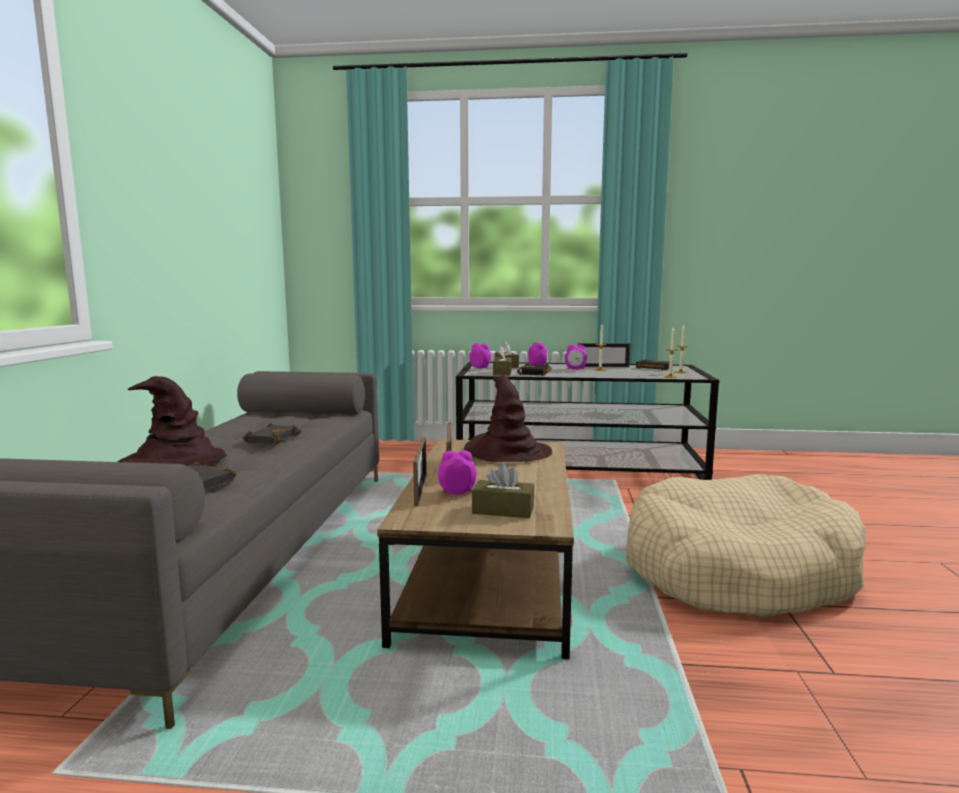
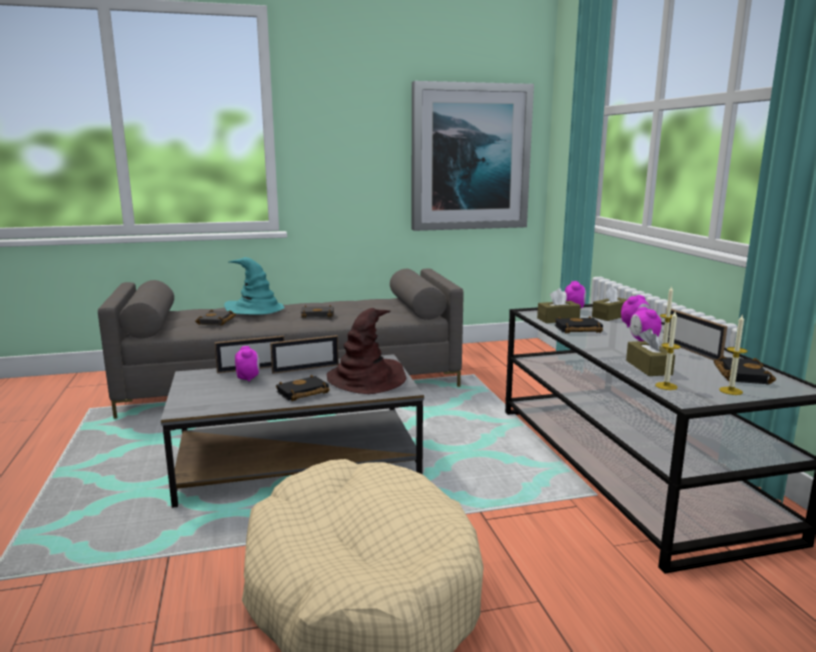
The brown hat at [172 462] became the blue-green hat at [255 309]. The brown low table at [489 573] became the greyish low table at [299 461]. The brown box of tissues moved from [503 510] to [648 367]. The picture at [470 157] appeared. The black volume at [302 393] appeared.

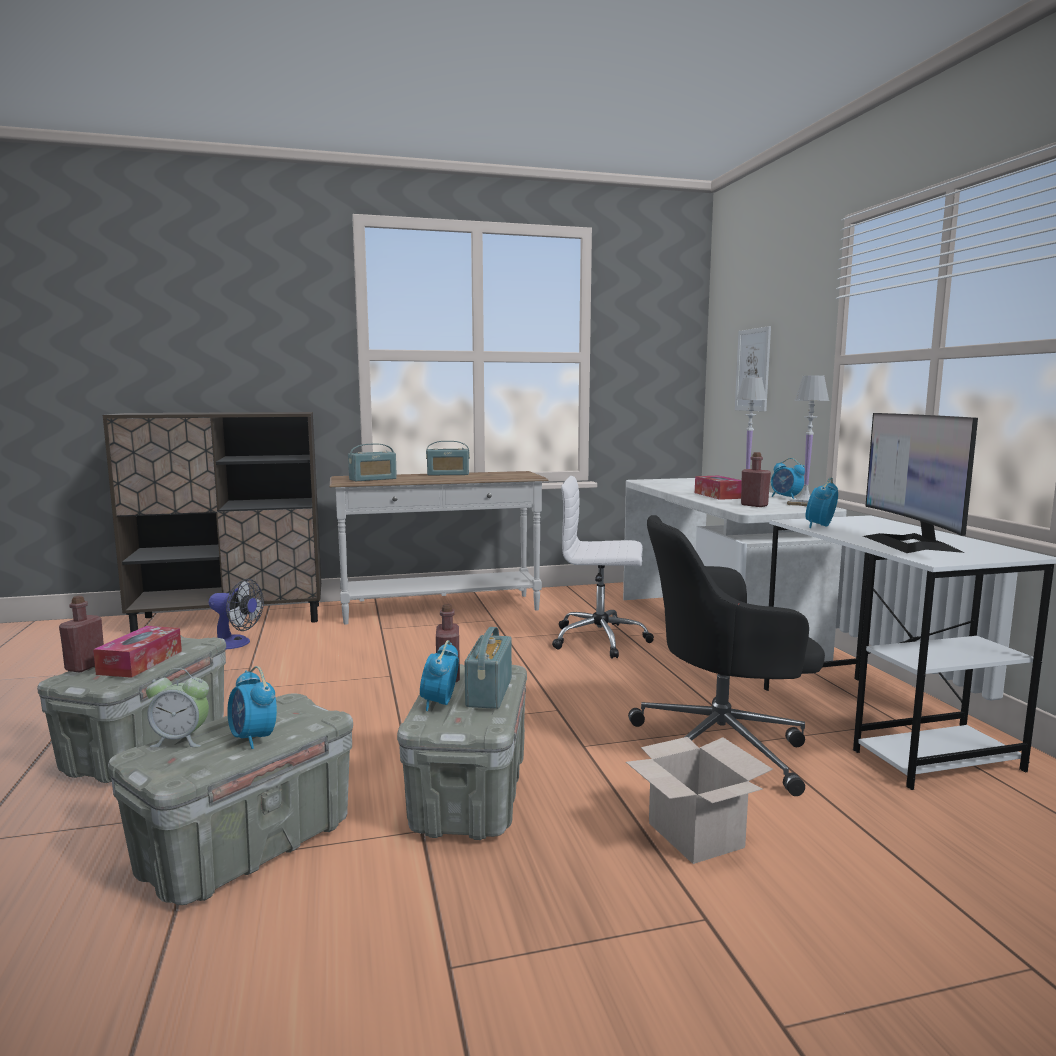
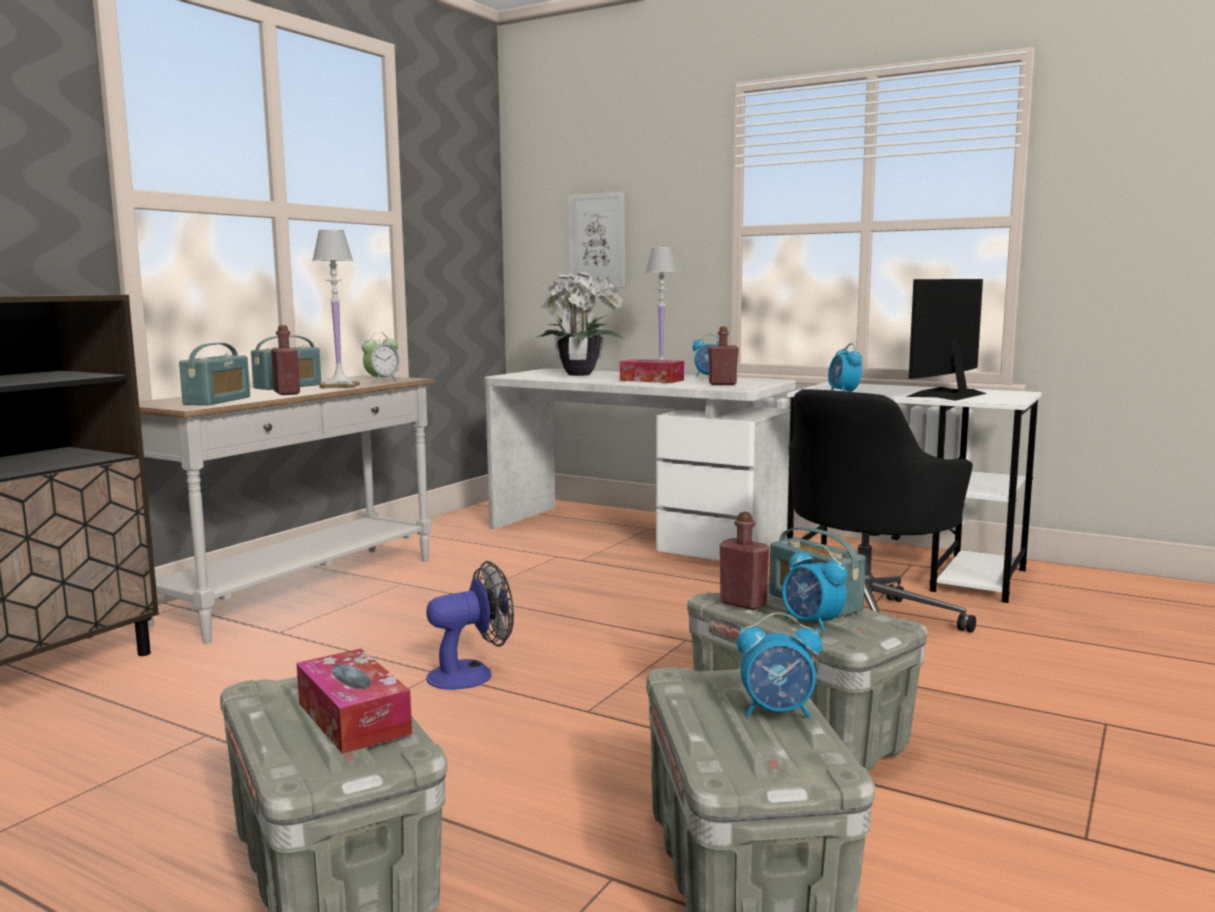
The whitish table lamp moved from [805 504] to [340 386]. The monitor at [911 544] turned 90 degrees clockwise. The whitish desk chair at [601 640] disappeared. The electric fan moved from [236 644] to [471 674]. The reddish bottle moved from [85 666] to [287 393]. The table clock moved from [181 740] to [382 381]. The carton at [693 834] disappeared. The plant in a pot at [577 374] appeared.

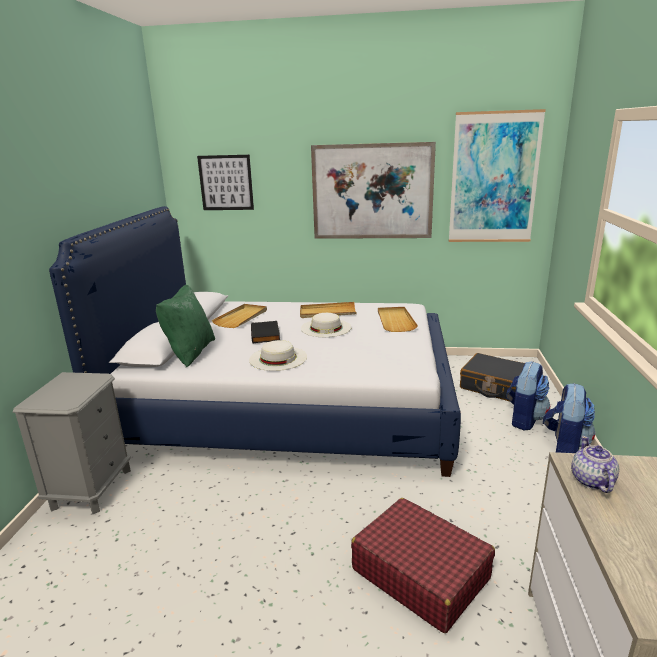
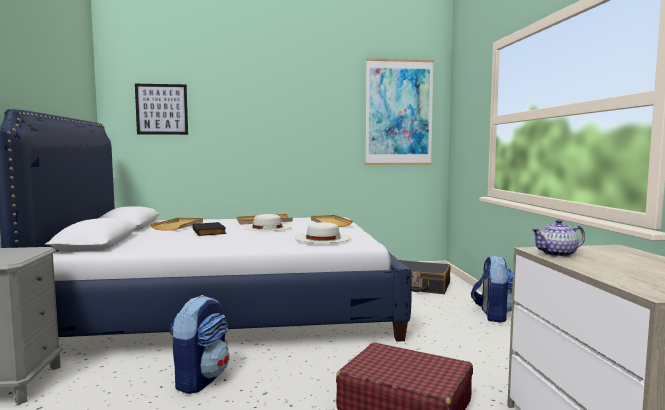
The picture at [372 192] disappeared. The green cushion at [190 352] disappeared. The whitish hat moved from [278 358] to [323 238]. The backpack moved from [524 419] to [200 379]. The teapot at [591 481] turned 90 degrees counterclockwise.

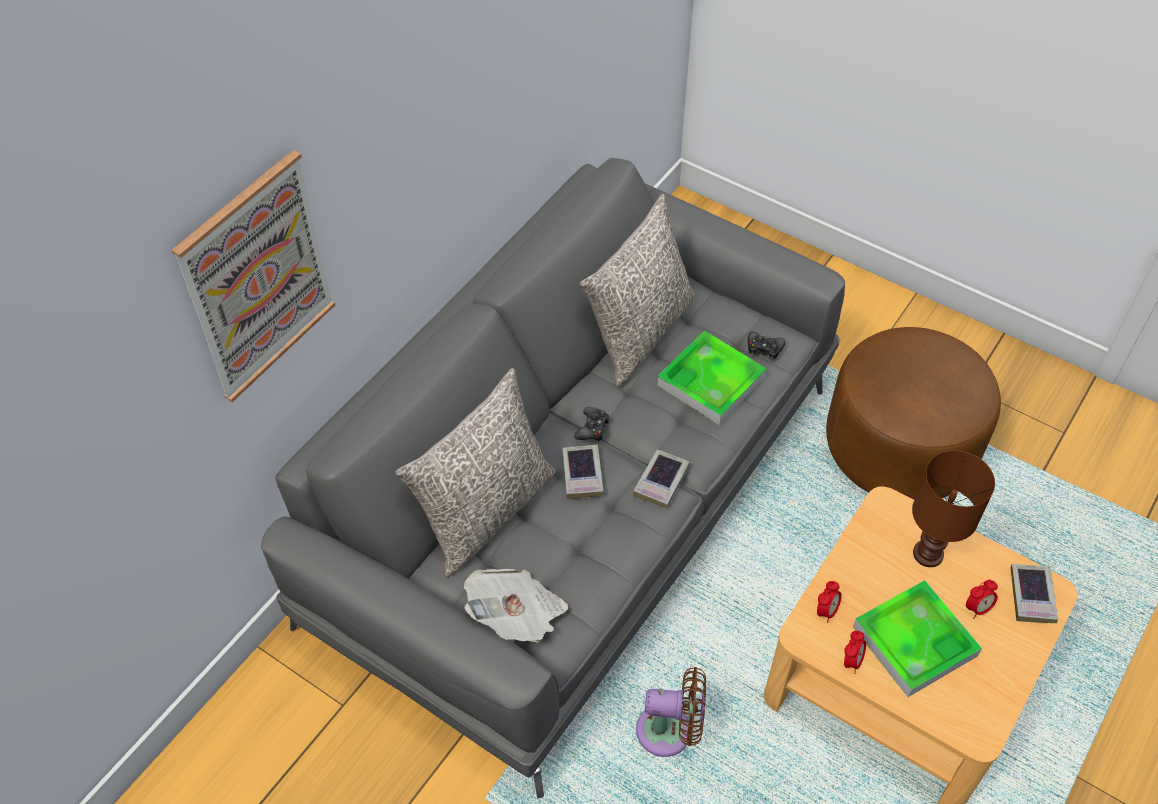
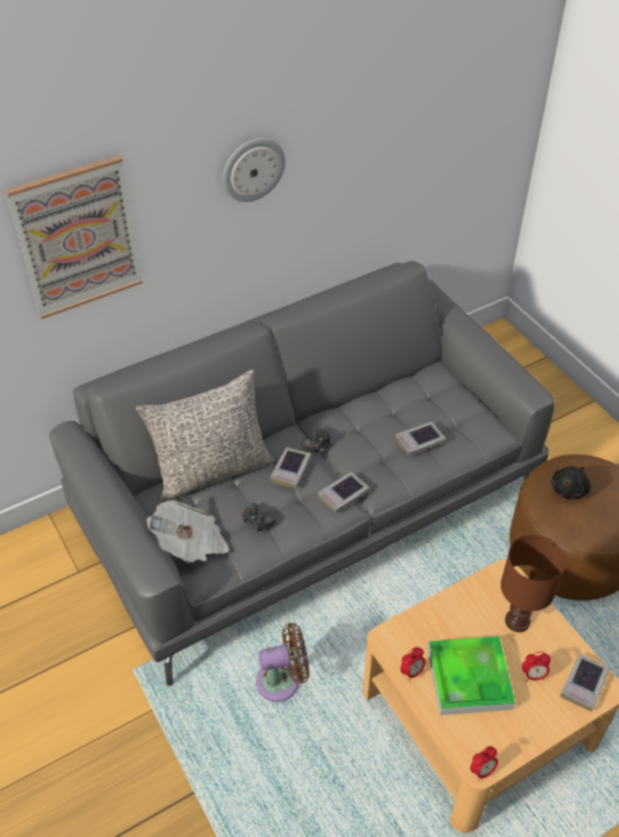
The greyish cushion at [639 332] disappeared. The serving tray at [711 381] was replaced by the volume at [420 441]. The black gamepad moved from [764 348] to [257 520]. The table clock moved from [826 611] to [482 770]. The brown electric fan at [670 731] turned 45 degrees counterclockwise. The hanging clock at [253 169] appeared. The black cuddly toy at [569 489] appeared.

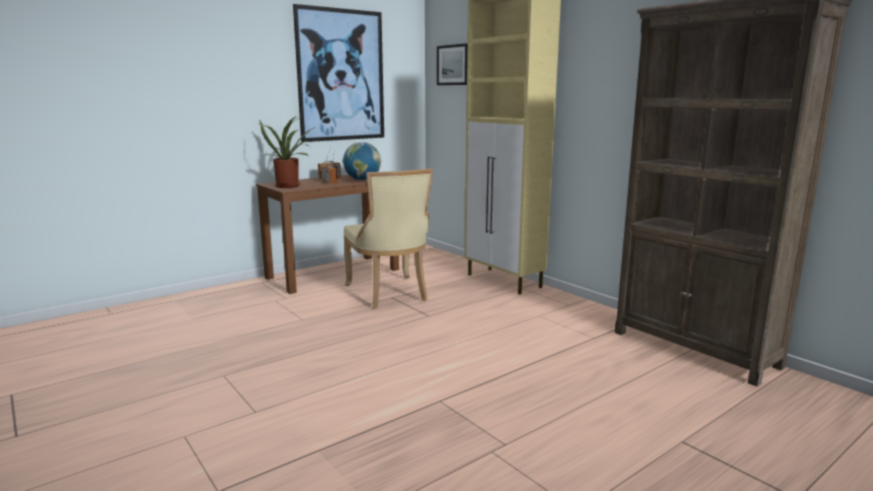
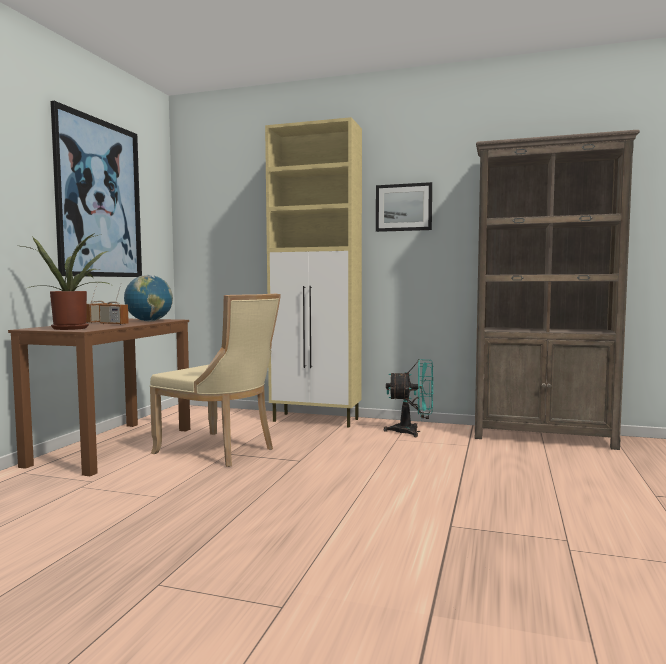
The picture moved from [453 65] to [403 207]. The blue-green electric fan at [412 432] appeared.

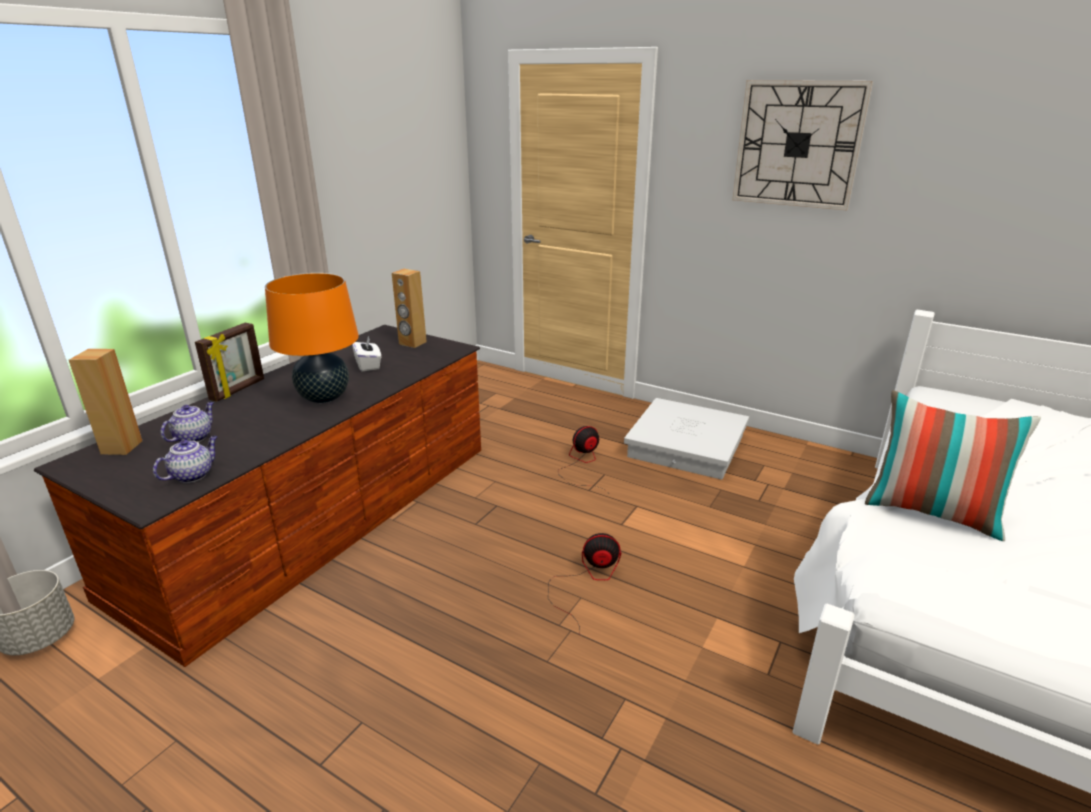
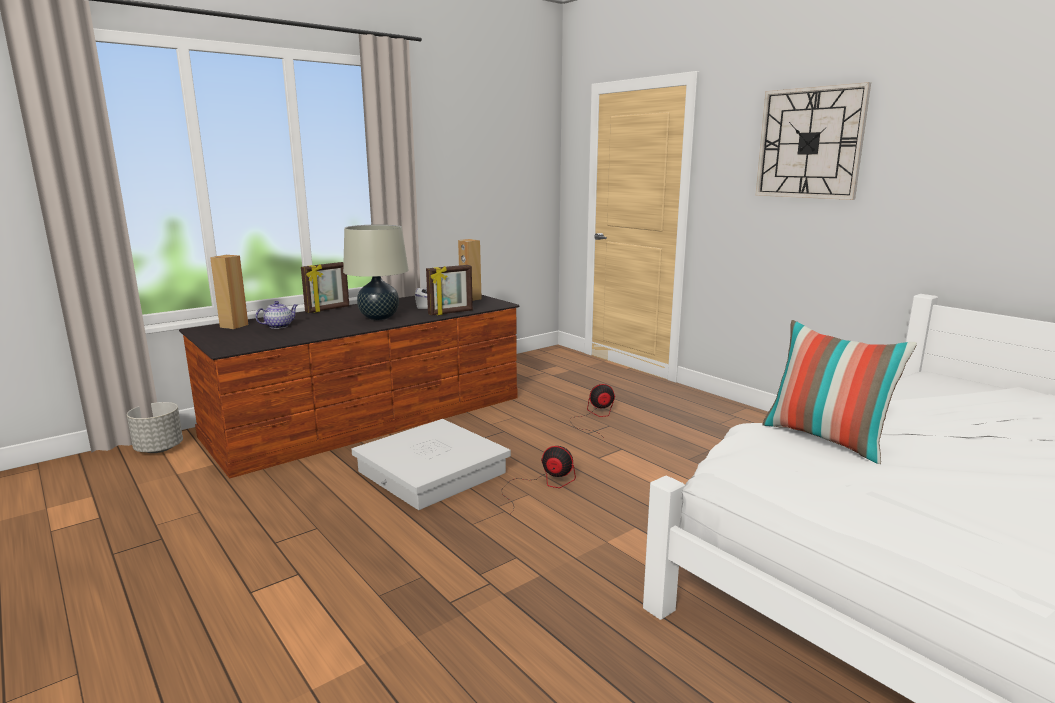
The orange table lamp at [324 397] became the sand-coloured table lamp at [379 318]. The whitish storage bin moved from [687 446] to [432 472]. The teapot at [193 475] disappeared. The picture frame at [451 313] appeared.

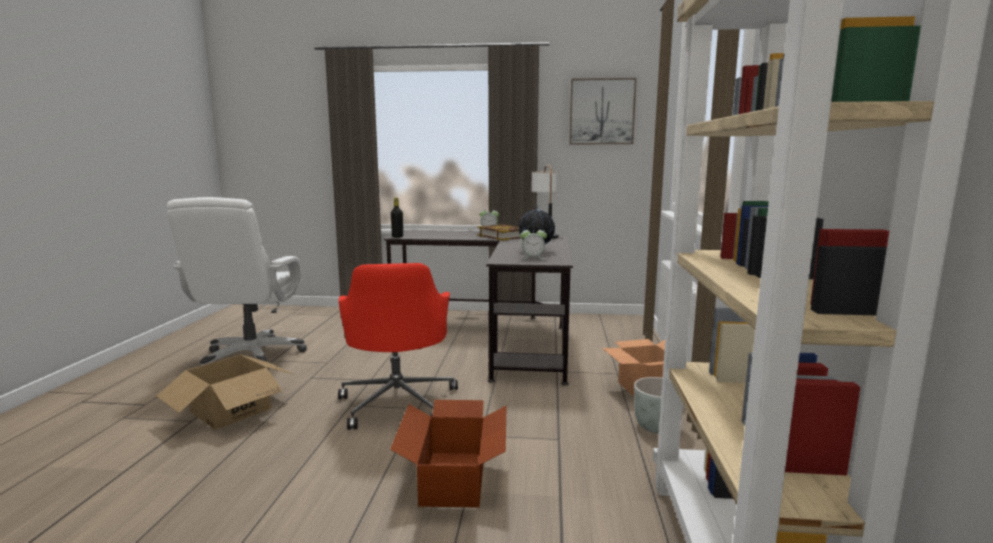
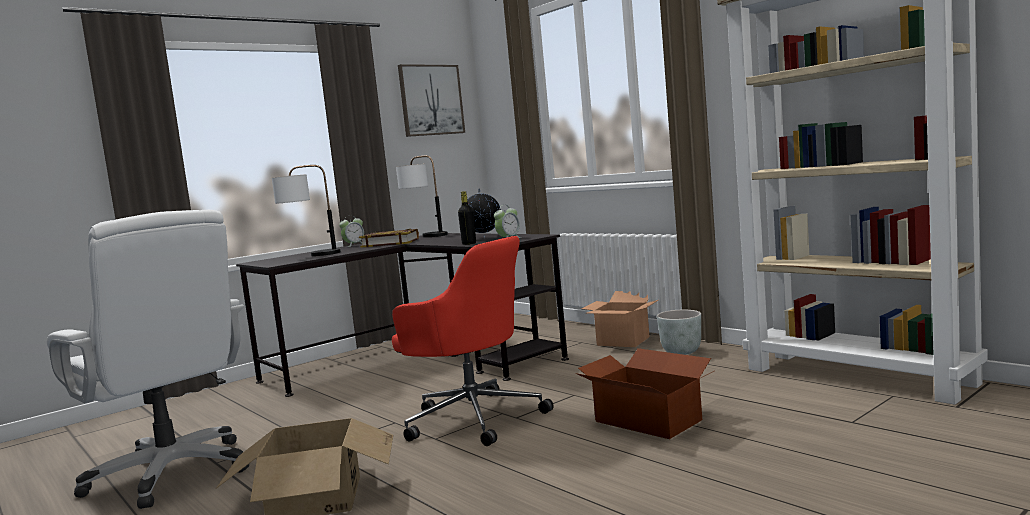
The black bottle moved from [397 237] to [469 243]. The table lamp at [311 255] appeared.

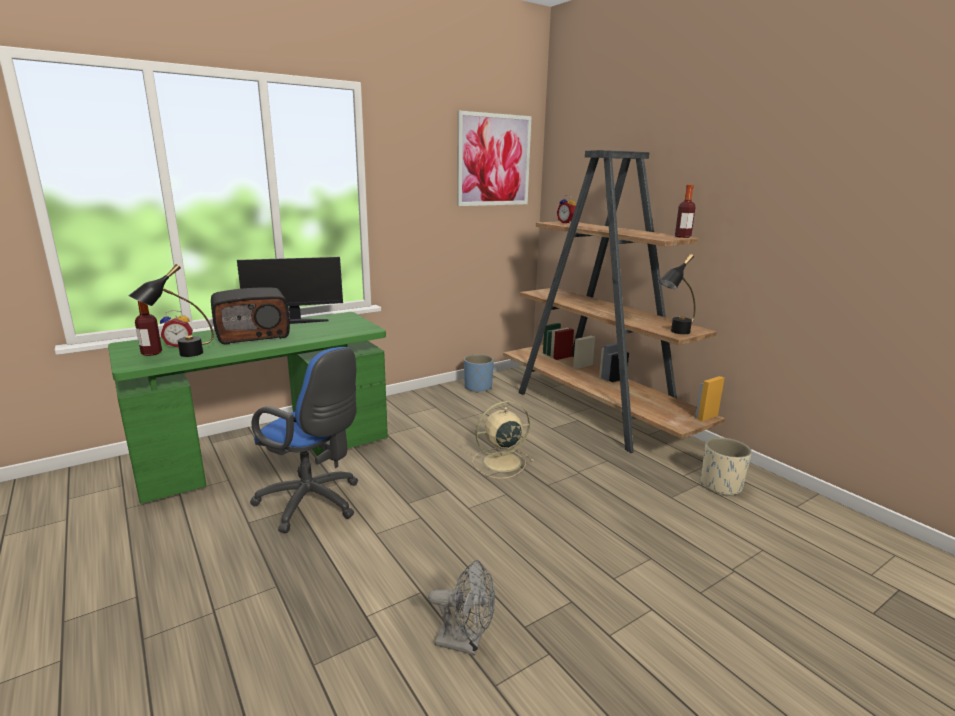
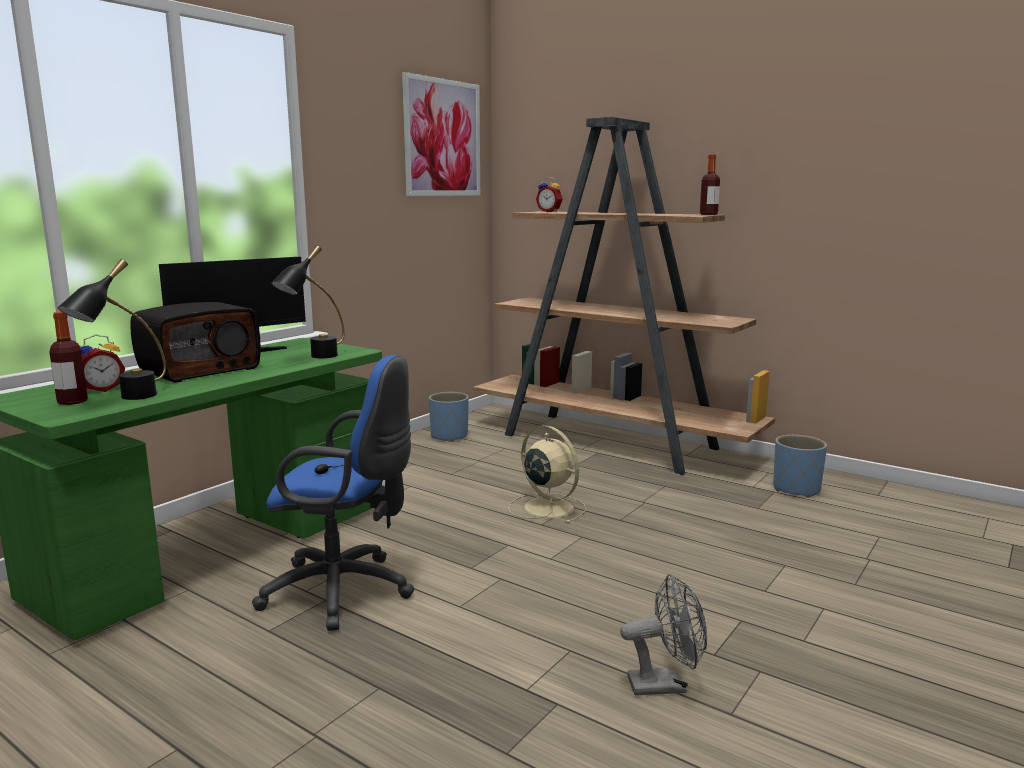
The black table lamp moved from [674 333] to [314 358]. The sand-coloured electric fan at [500 462] turned 90 degrees clockwise. The sand-coloured planter at [721 486] became the bluish planter at [796 489].

